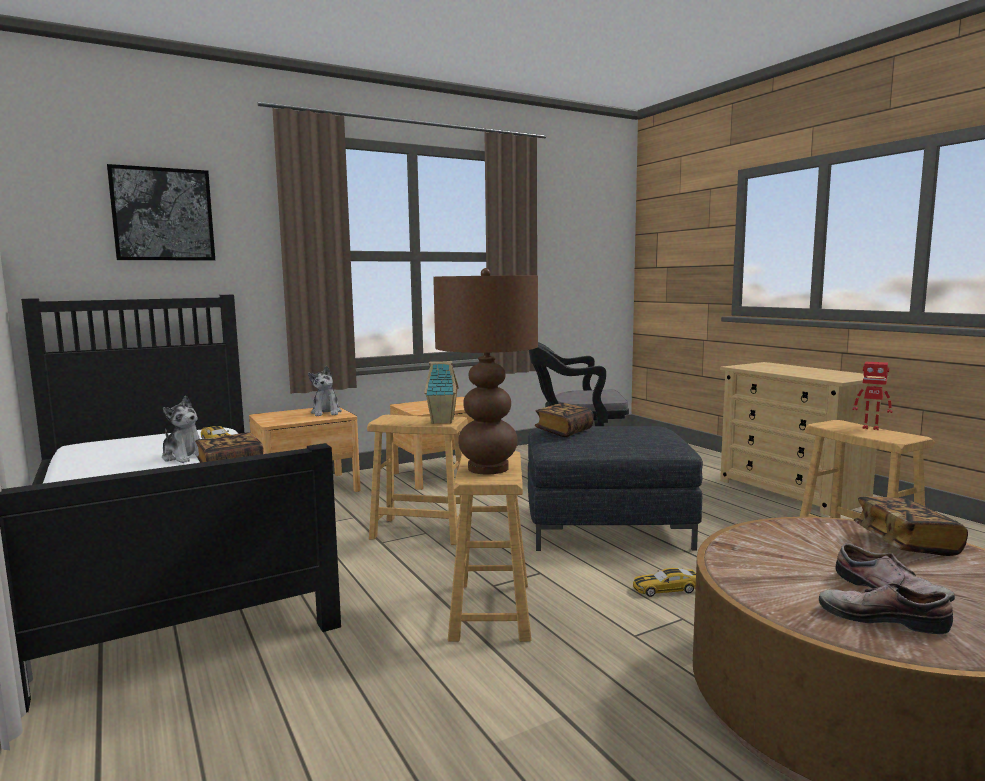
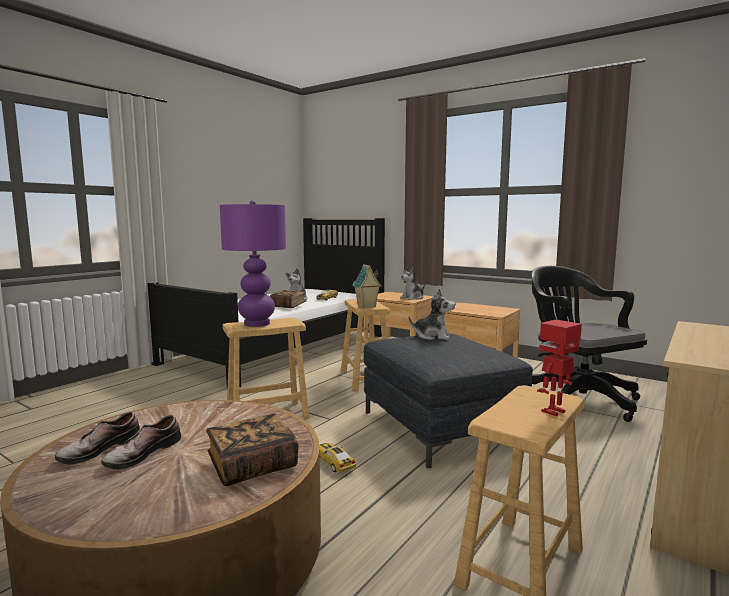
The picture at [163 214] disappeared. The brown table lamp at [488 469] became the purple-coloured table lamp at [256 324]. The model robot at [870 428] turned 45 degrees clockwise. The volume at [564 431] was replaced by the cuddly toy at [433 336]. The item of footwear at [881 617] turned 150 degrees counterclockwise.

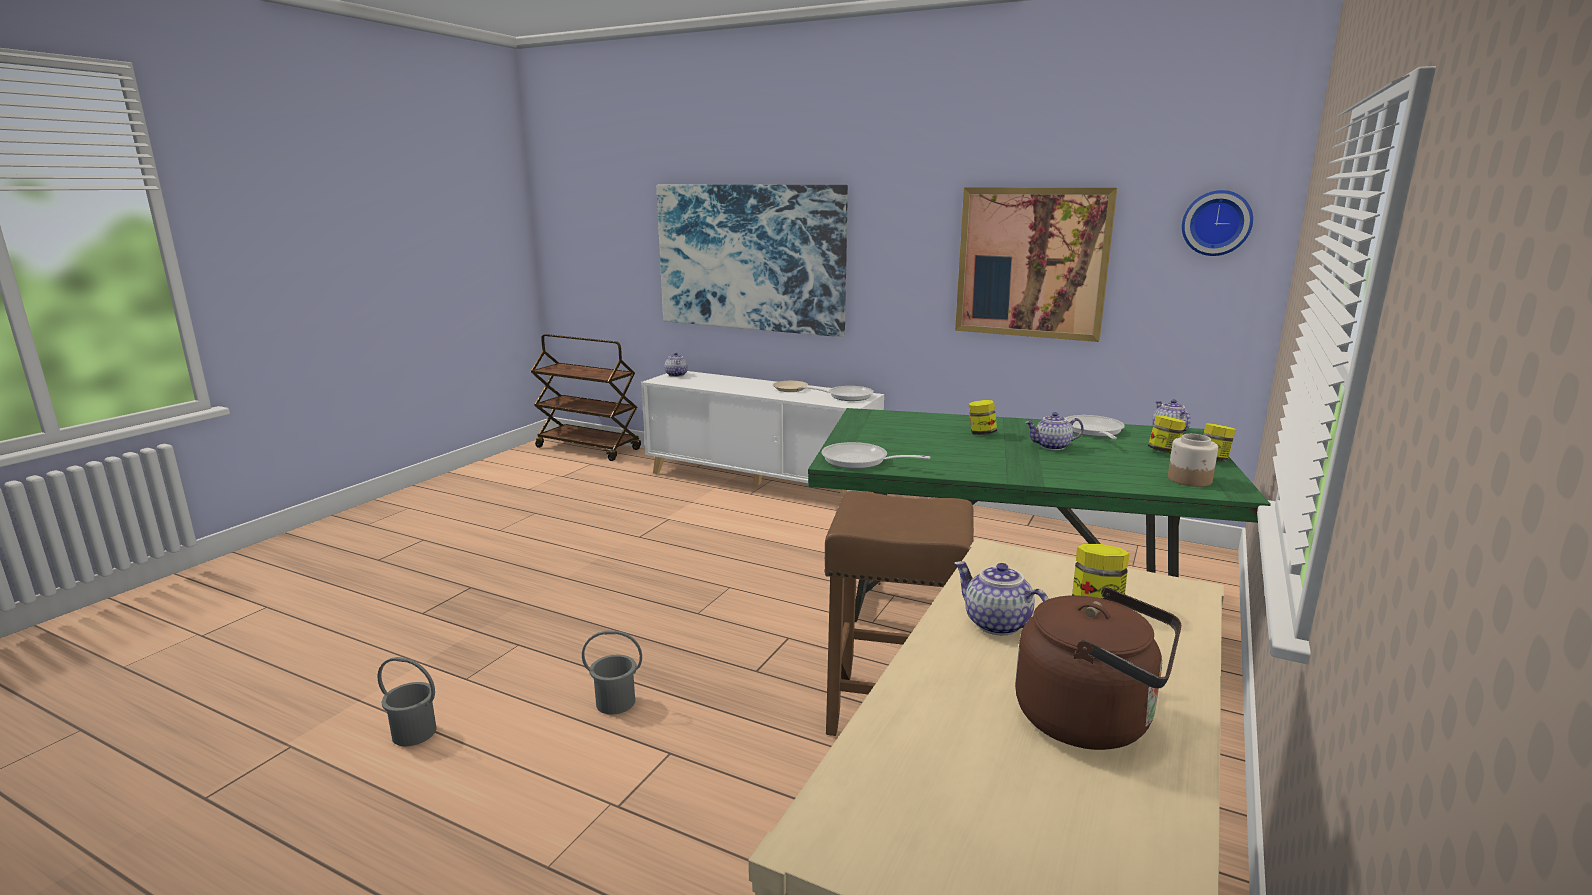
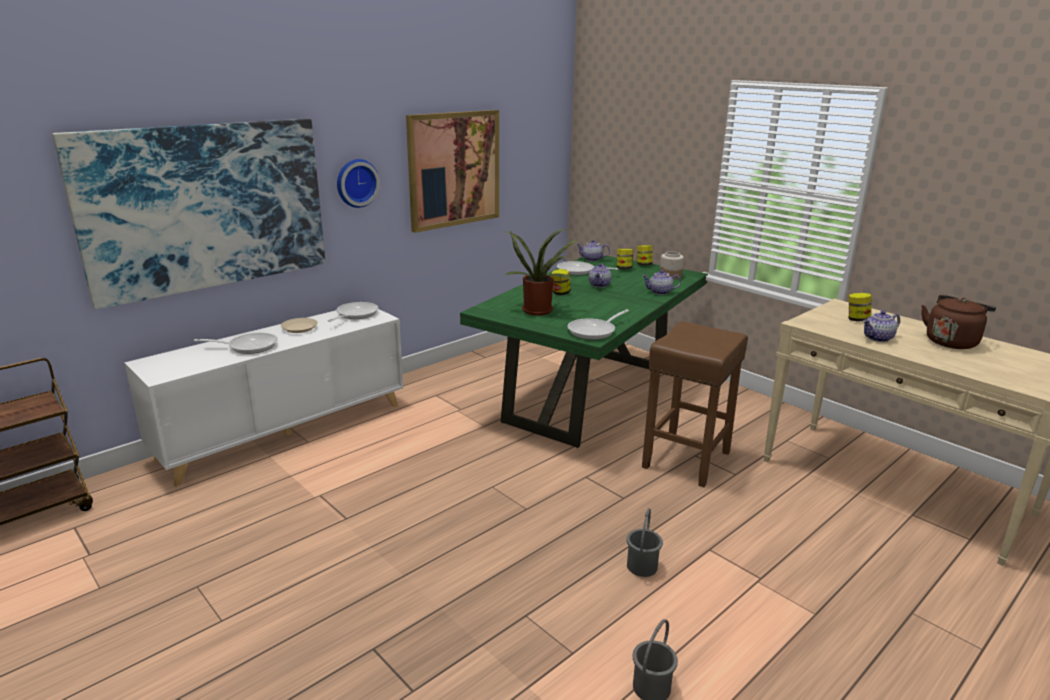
The hanging clock moved from [1216 223] to [356 183]. The teapot moved from [675 375] to [660 292]. The plant in a pot at [539 310] appeared. The frying pan at [248 346] appeared.

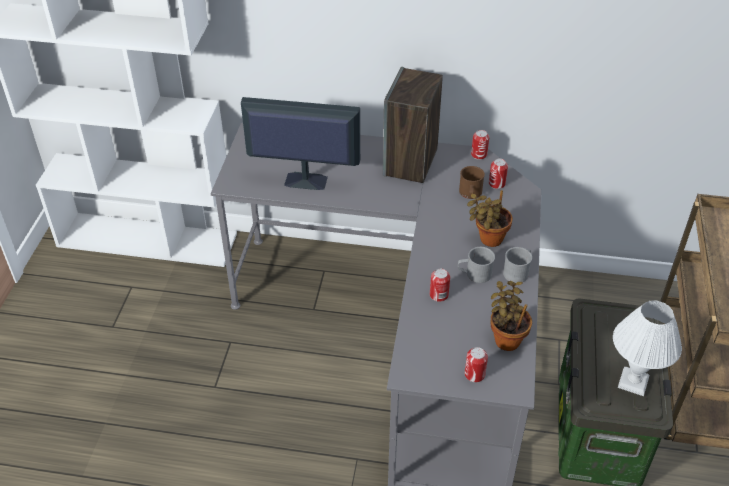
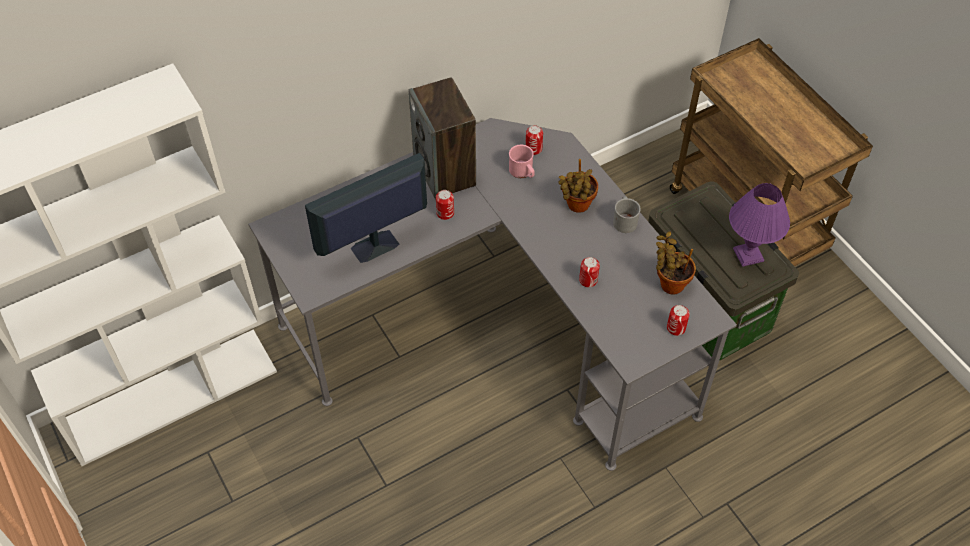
The can moved from [479 155] to [445 213]. The brown tea mug at [470 194] became the pink tea mug at [523 172]. The greyish tea mug at [474 274] disappeared. The whitish table lamp at [632 382] became the purple-coloured table lamp at [747 255].

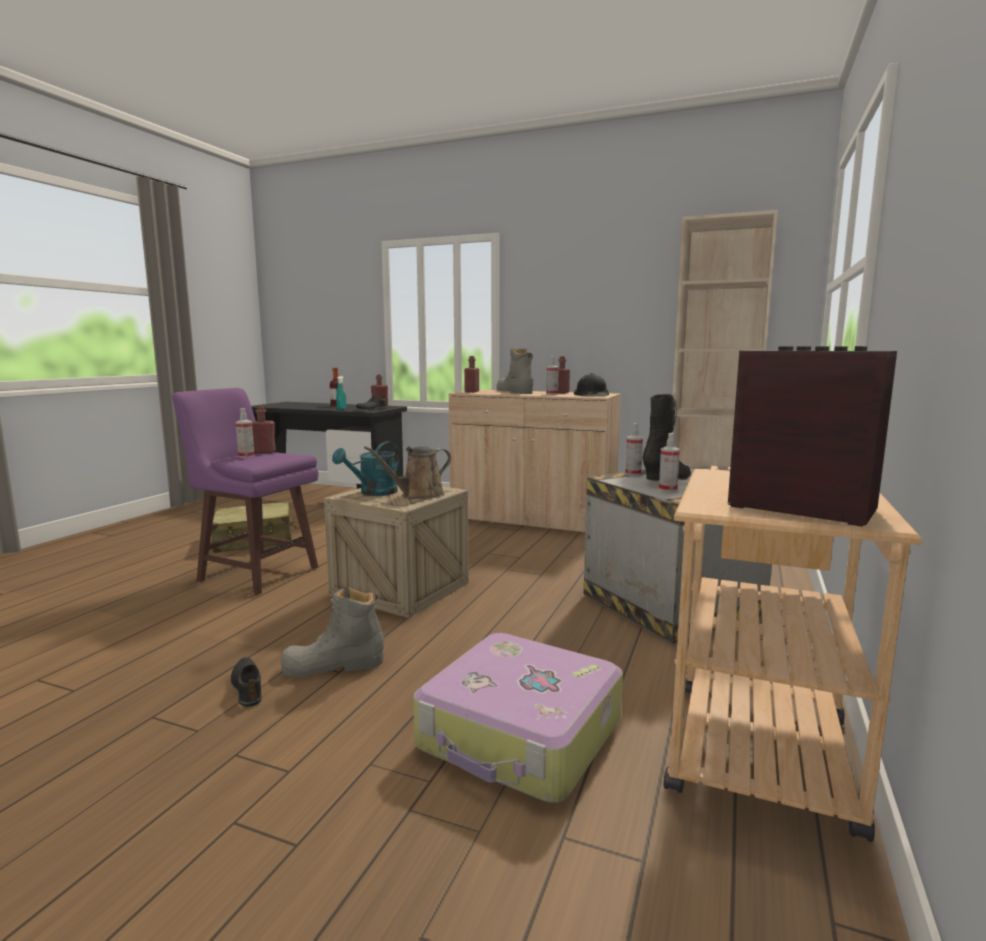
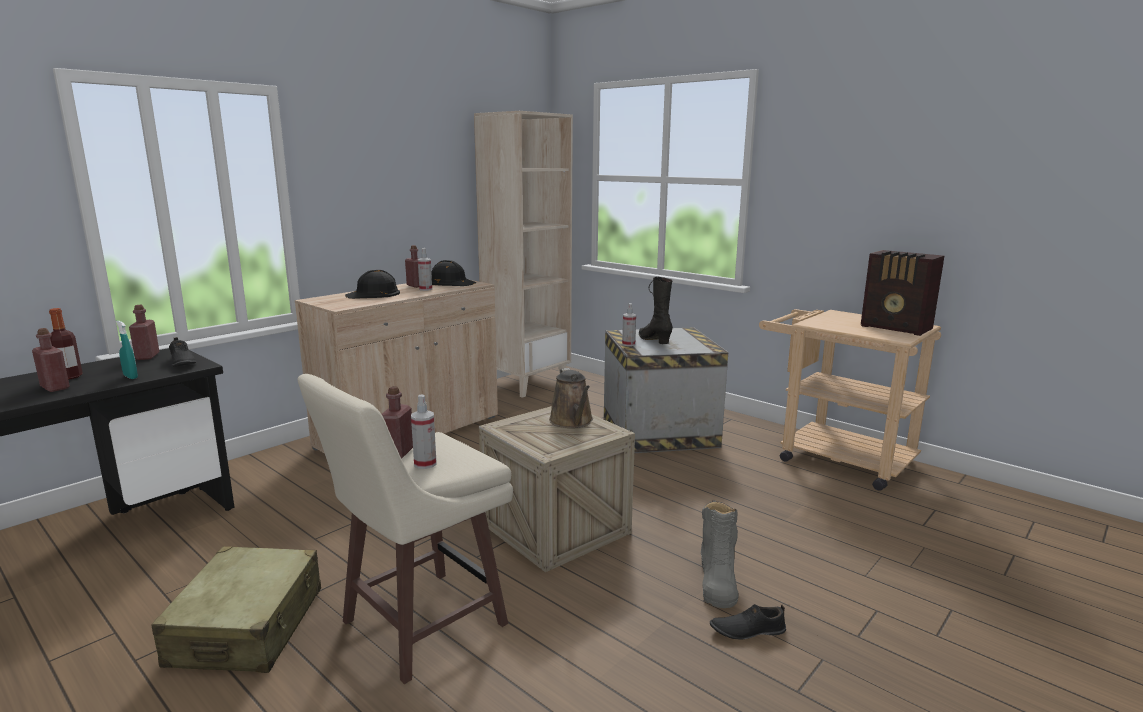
The radio receiver at [798 507] turned 105 degrees counterclockwise. The greyish boot at [514 392] was replaced by the black hard hat at [373 294]. The reddish bottle moved from [472 392] to [55 388]. The purple-coloured sitting stool at [257 573] became the sand-coloured sitting stool at [419 624]. The sprayer at [667 489] disappeared. The blue-green watering can at [373 493] disappeared. The piece of luggage at [521 735] disappeared.

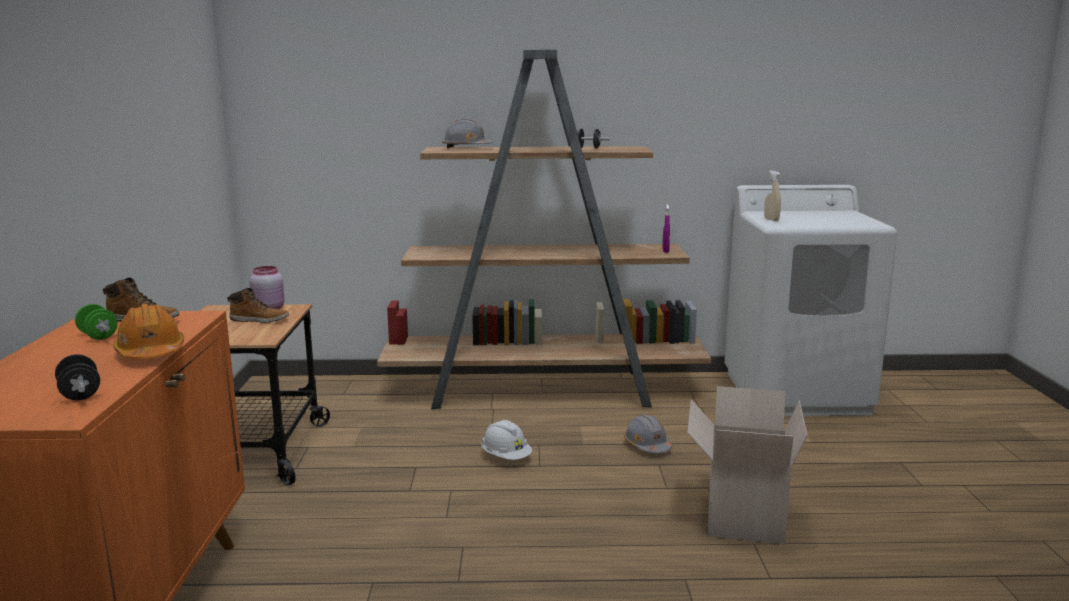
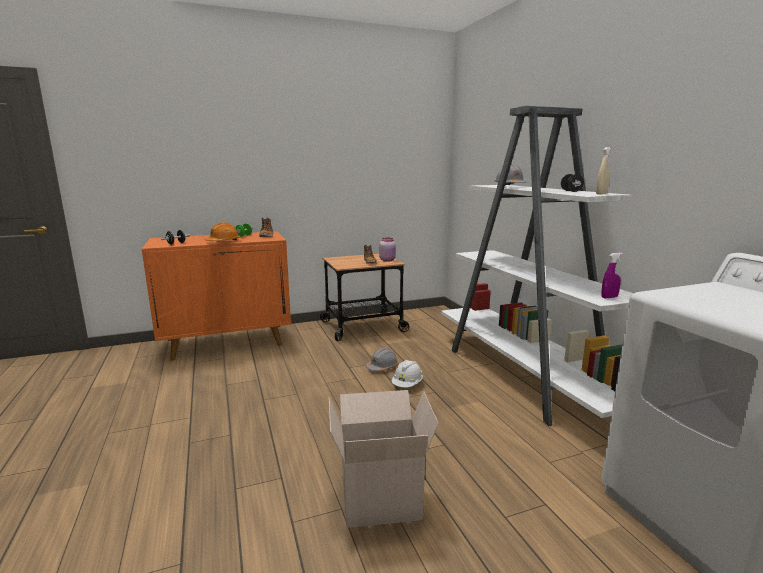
The brown shelving unit at [544 390] became the whitish shelving unit at [524 377]. The sand-coloured sprayer moved from [771 219] to [601 194]. The greyish hard hat moved from [647 446] to [382 367].

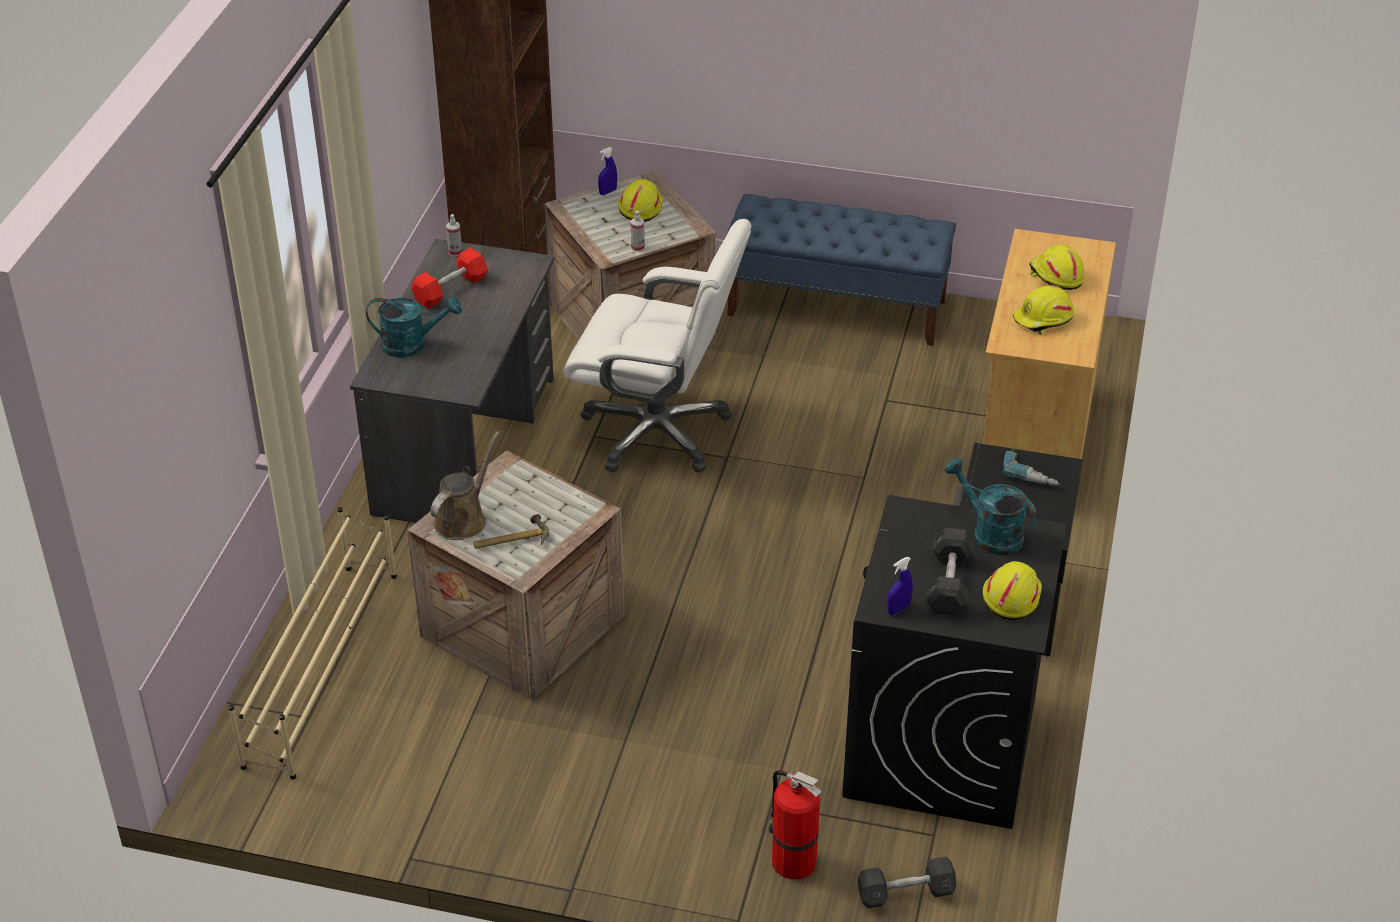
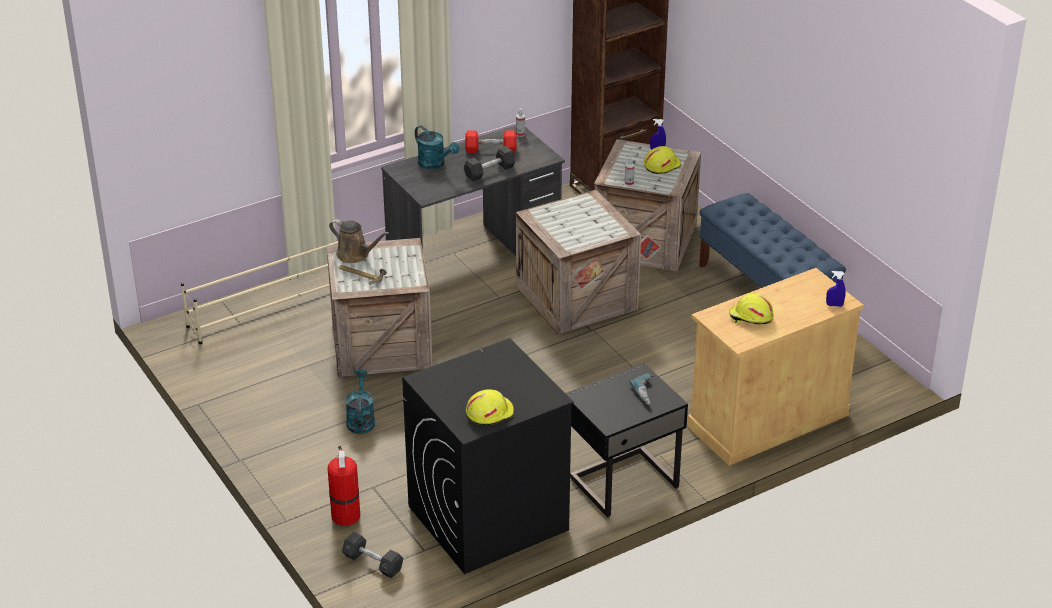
The whitish desk chair at [658 431] was replaced by the crate at [576 299]. The yellow hard hat at [1056 276] disappeared. The brown watering can at [463 519] turned 45 degrees clockwise. The blue-green watering can moved from [989 533] to [360 419]. The greyish hand weight moved from [949 584] to [489 172]. The bluish sprayer moved from [898 609] to [834 305].

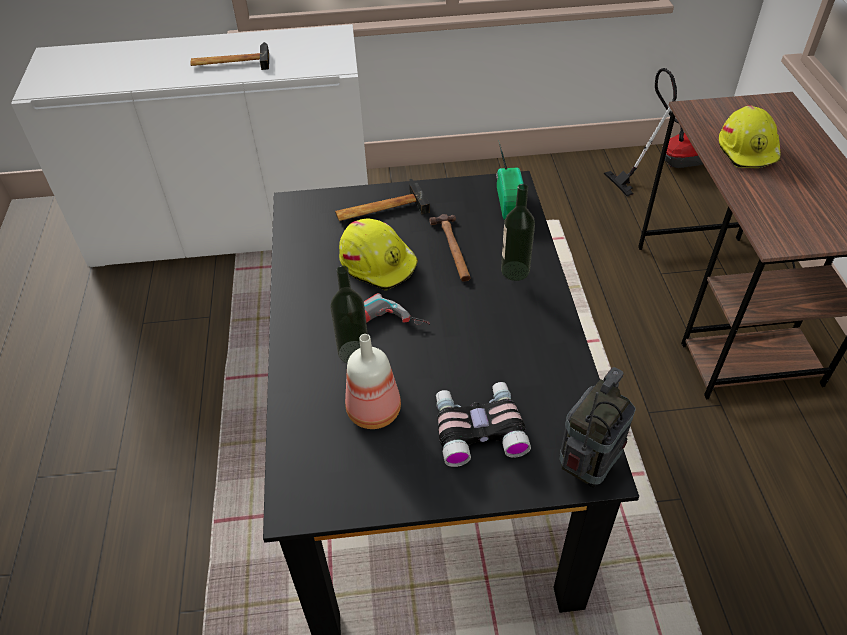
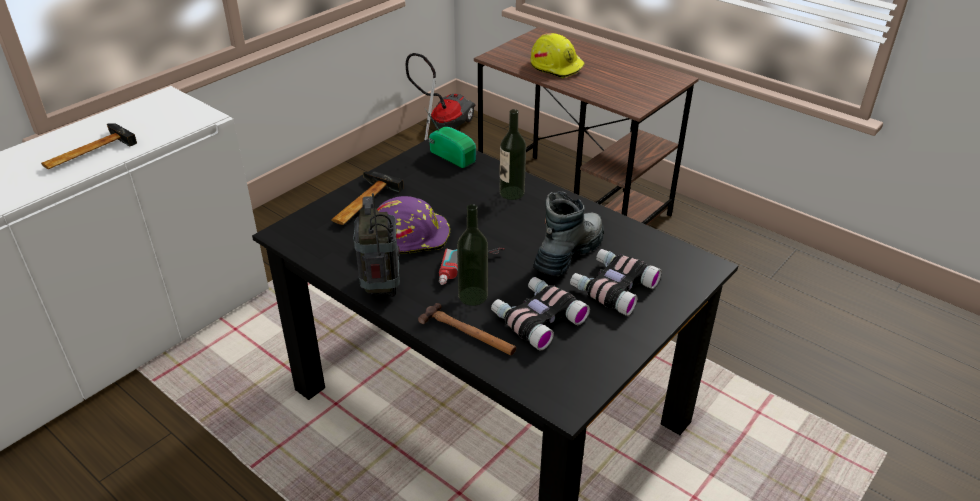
The tool hammer moved from [452 249] to [468 334]. The yellow hard hat at [379 262] became the purple-coloured hard hat at [410 235]. The bottle at [375 410] was replaced by the binoculars at [537 318]. The radio receiver moved from [588 466] to [381 288]. The boot at [568 253] appeared.

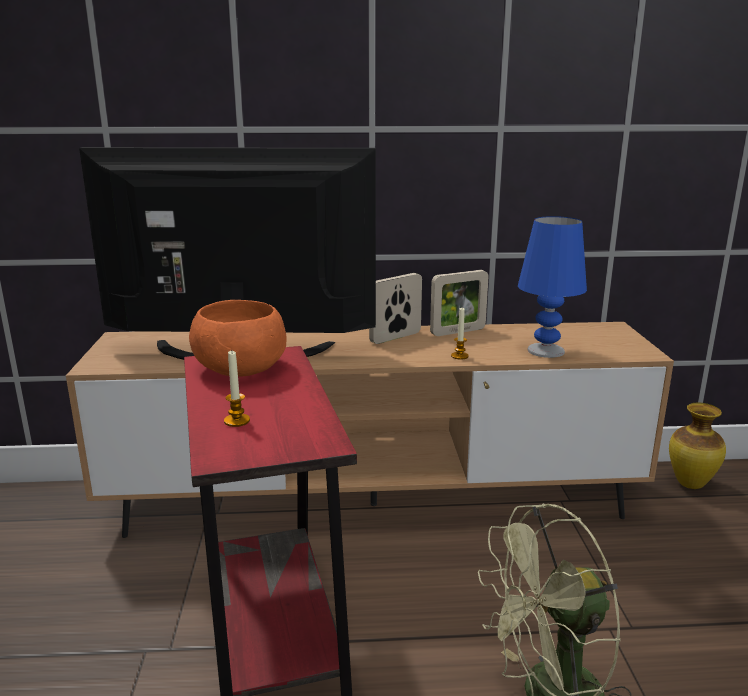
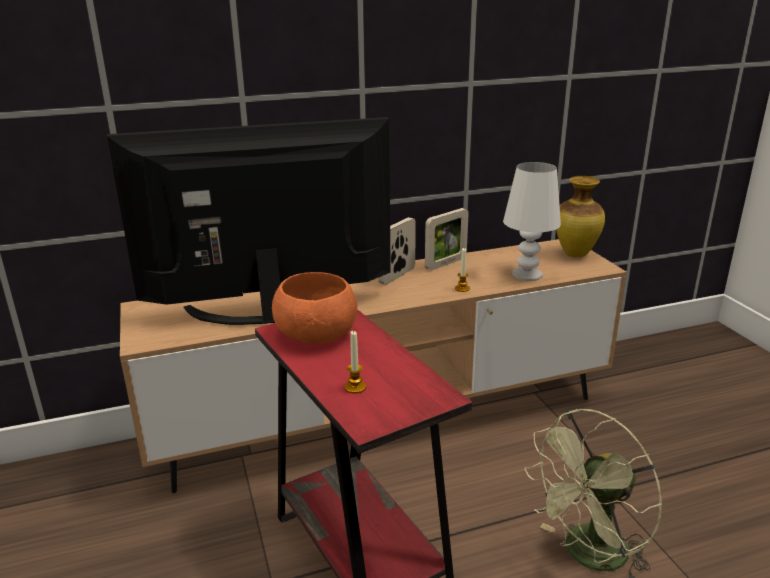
The bluish table lamp at [546 350] became the whitish table lamp at [527 274]. The flower vase moved from [691 484] to [576 255].

